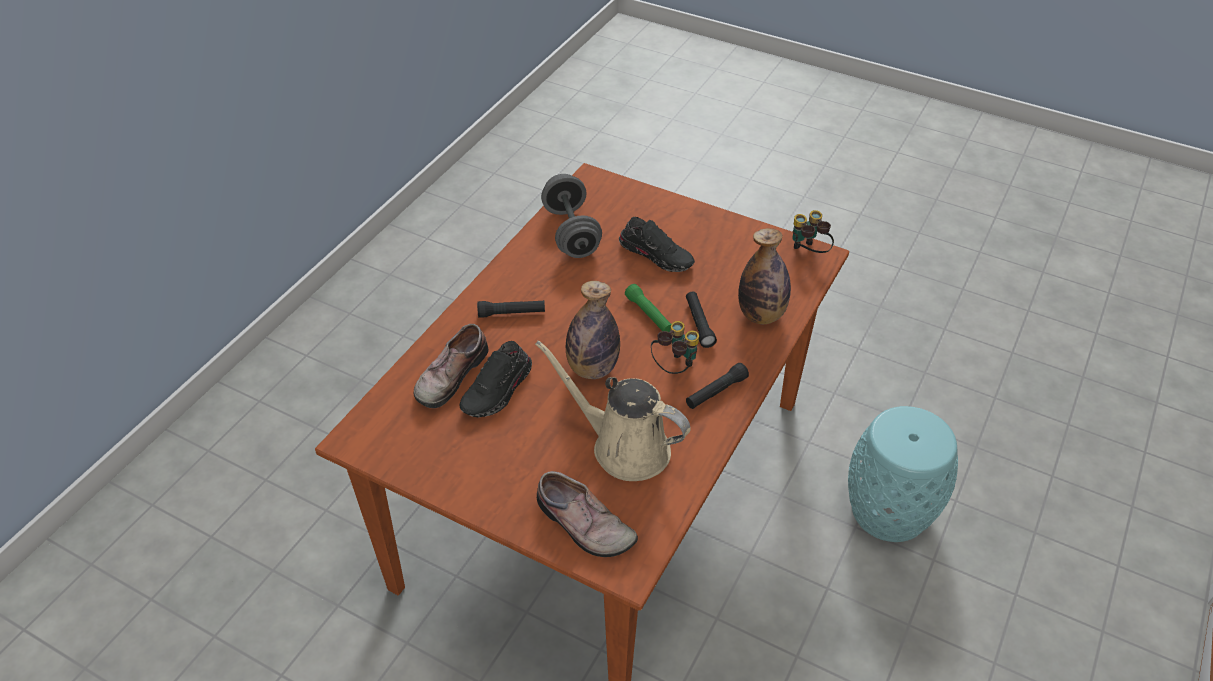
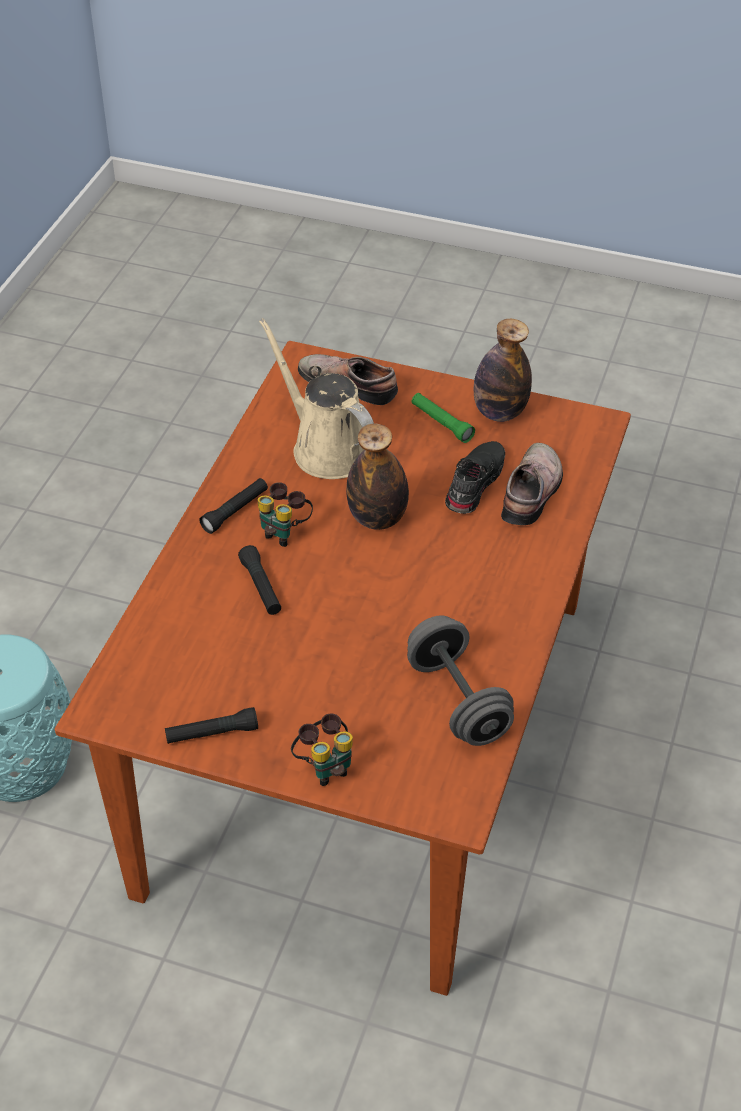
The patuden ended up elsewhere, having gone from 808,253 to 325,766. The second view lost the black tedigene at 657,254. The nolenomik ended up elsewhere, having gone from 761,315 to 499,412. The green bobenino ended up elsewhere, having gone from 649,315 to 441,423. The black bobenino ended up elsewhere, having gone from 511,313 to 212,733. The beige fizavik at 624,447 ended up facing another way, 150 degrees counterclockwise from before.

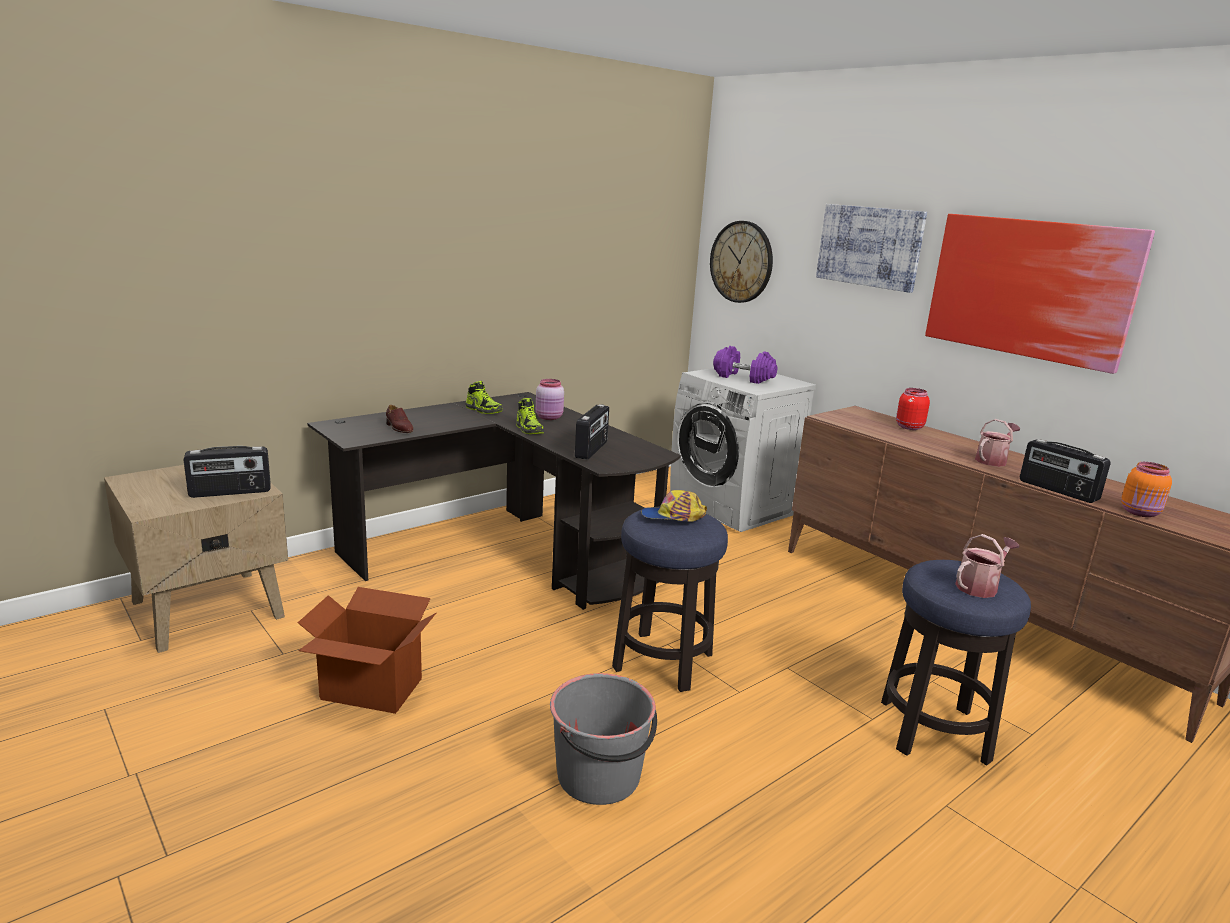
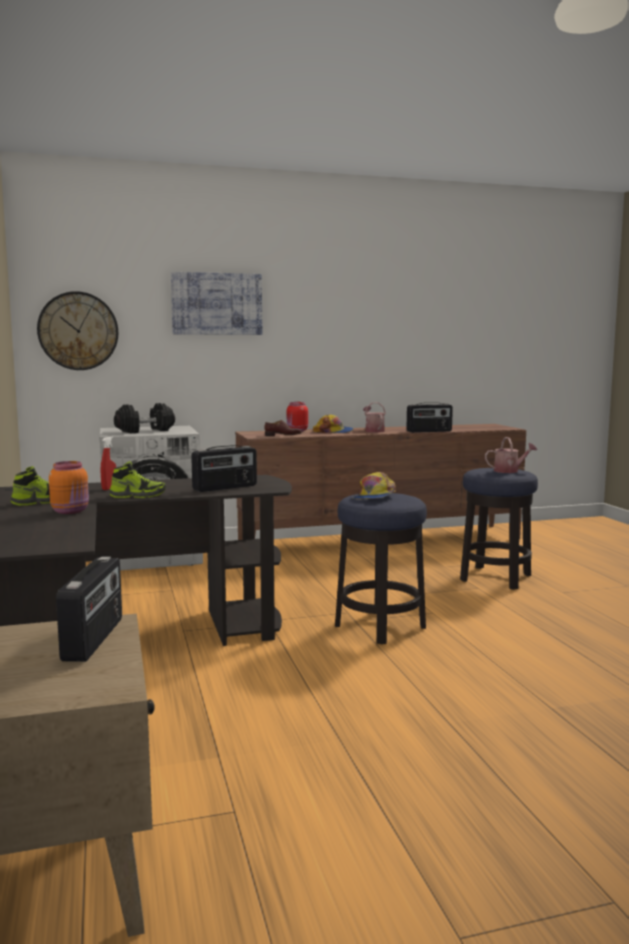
The second view lost the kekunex at 1029,288. What was the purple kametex at 743,378 turned into the black kametex at 145,431. Where the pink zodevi stood at 549,417, the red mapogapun came to stand at 109,488. The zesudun at 592,450 ended up facing another way, 105 degrees clockwise from before. The brown tedigene ended up elsewhere, having gone from 399,428 to 283,435. The orange zodevi ended up elsewhere, having gone from 1141,513 to 71,511. The fizavik at 979,586 ended up facing another way, 90 degrees clockwise from before. The second view lost the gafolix at 371,690. The second view lost the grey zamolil at 600,777. The second view gained the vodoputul at 334,431.

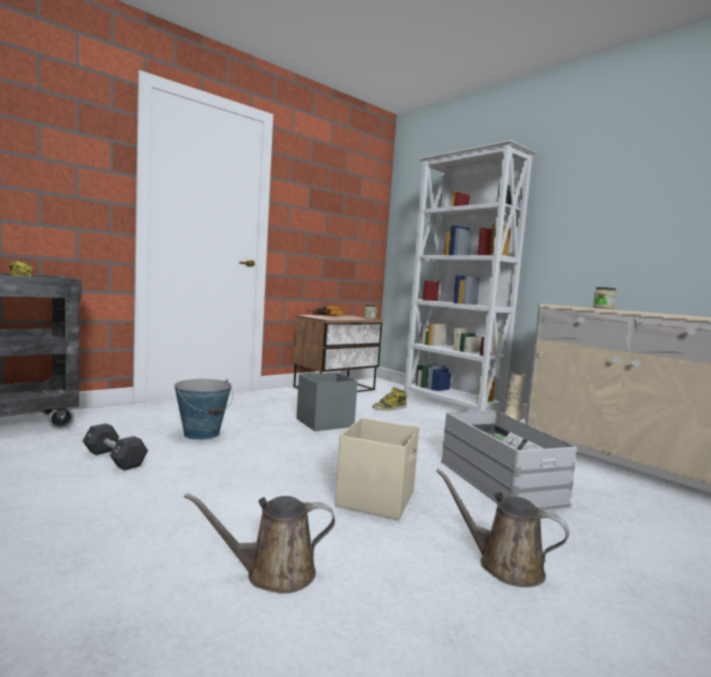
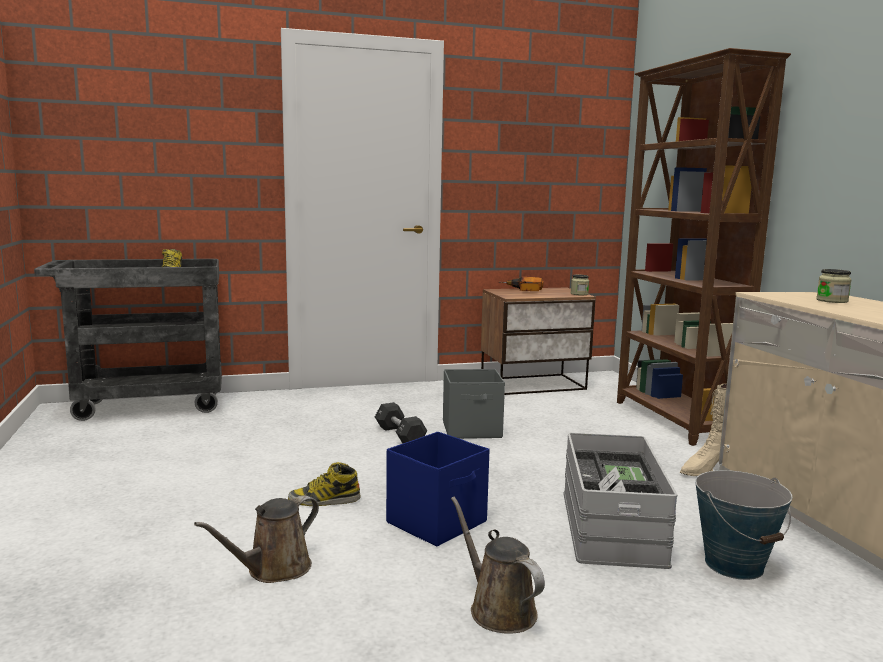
What was the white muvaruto at 451,406 turned into the brown muvaruto at 674,420. The zamolil ended up elsewhere, having gone from 202,434 to 734,564. The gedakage ended up elsewhere, having gone from 389,408 to 324,500. What was the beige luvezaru at 376,499 turned into the blue luvezaru at 438,522. The black kametex ended up elsewhere, having gone from 114,458 to 400,435. The brown fizavik at 273,573 ended up facing another way, 60 degrees counterclockwise from before.

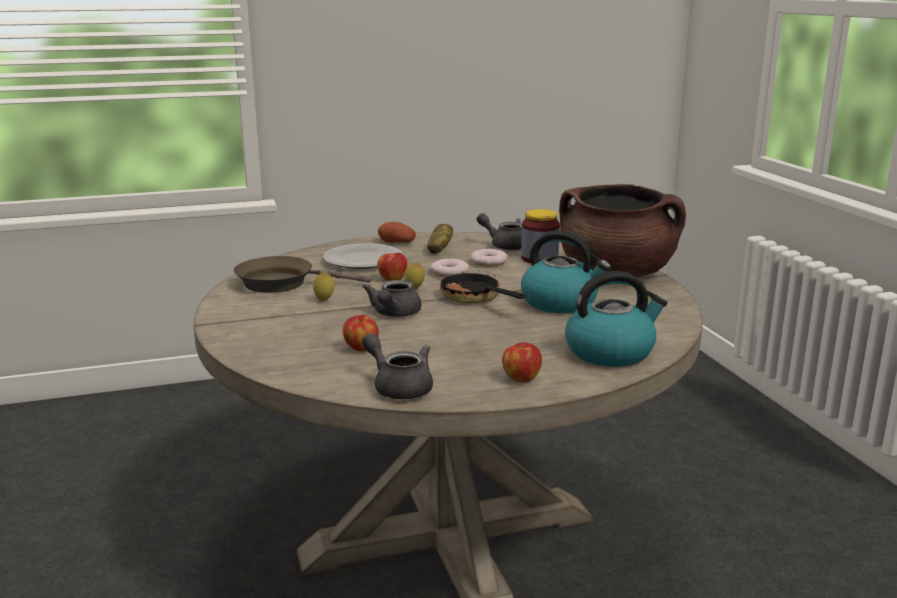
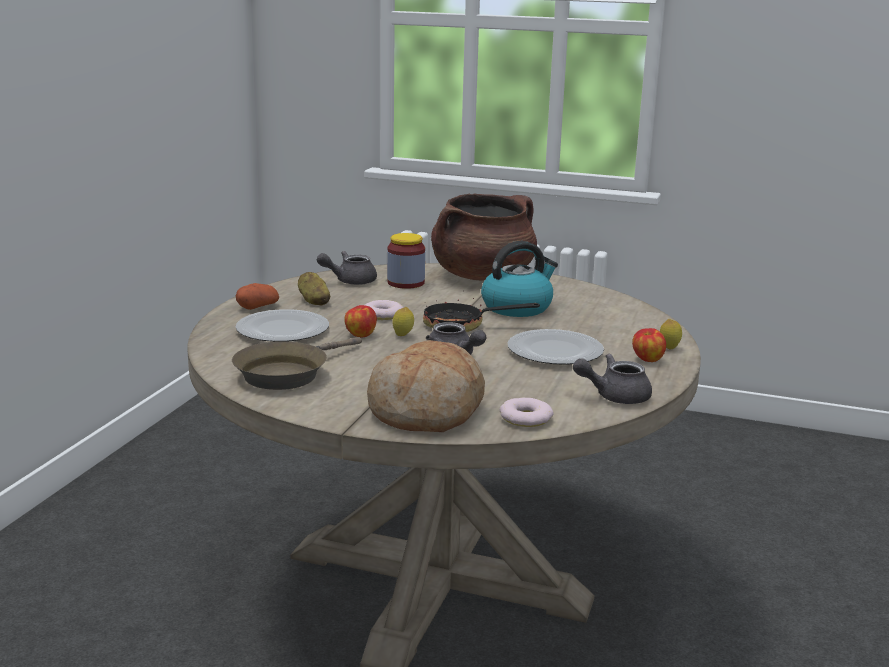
The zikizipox ended up elsewhere, having gone from 488,262 to 525,418. The second view lost the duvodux at 611,352. The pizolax ended up elsewhere, having gone from 324,300 to 669,348. The second view lost the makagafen at 361,349. The second view gained the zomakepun at 555,351. The second view gained the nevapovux at 427,411.

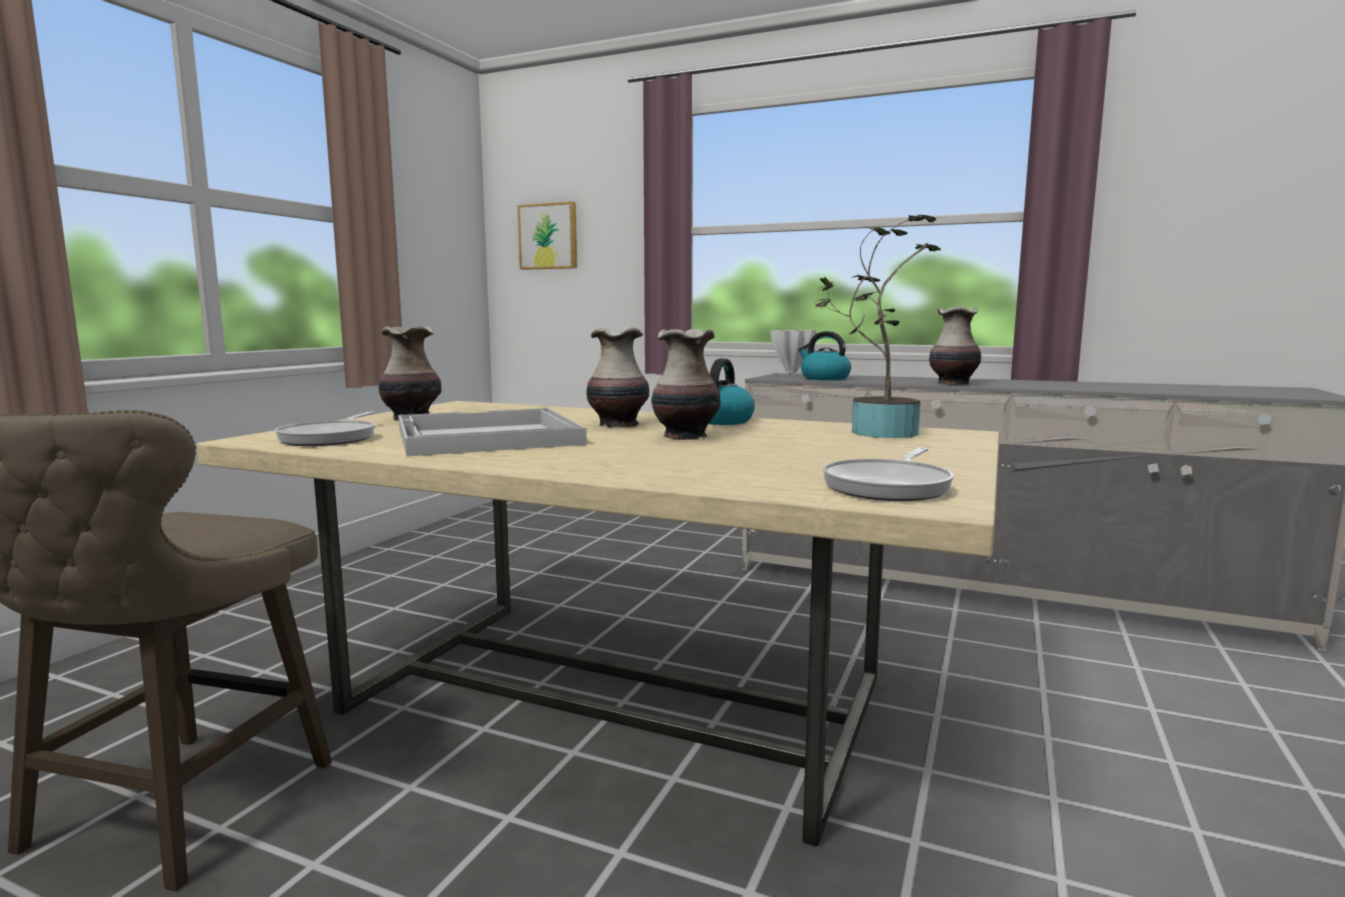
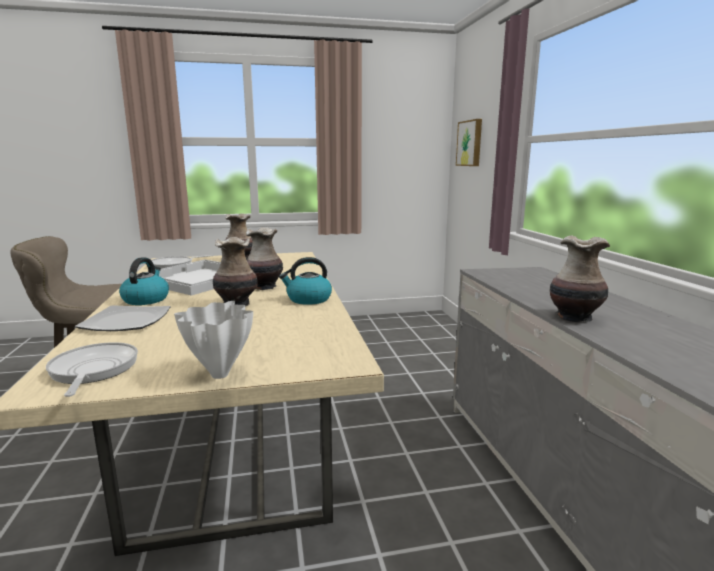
The second view lost the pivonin at 875,432. The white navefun ended up elsewhere, having gone from 792,373 to 219,375. The duvodux ended up elsewhere, having gone from 824,378 to 146,299. The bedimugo at 889,486 ended up facing another way, 75 degrees clockwise from before. The second view gained the zomakepun at 126,321.

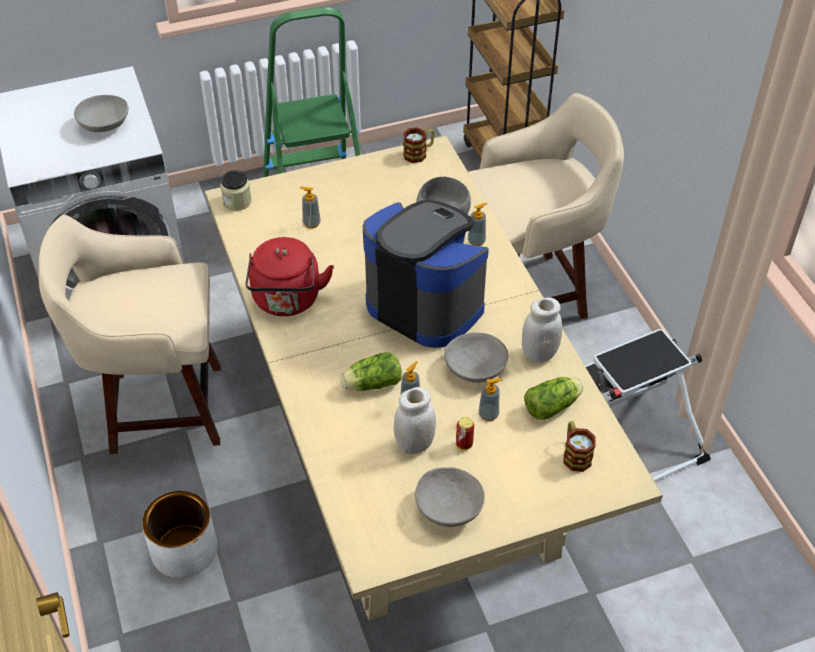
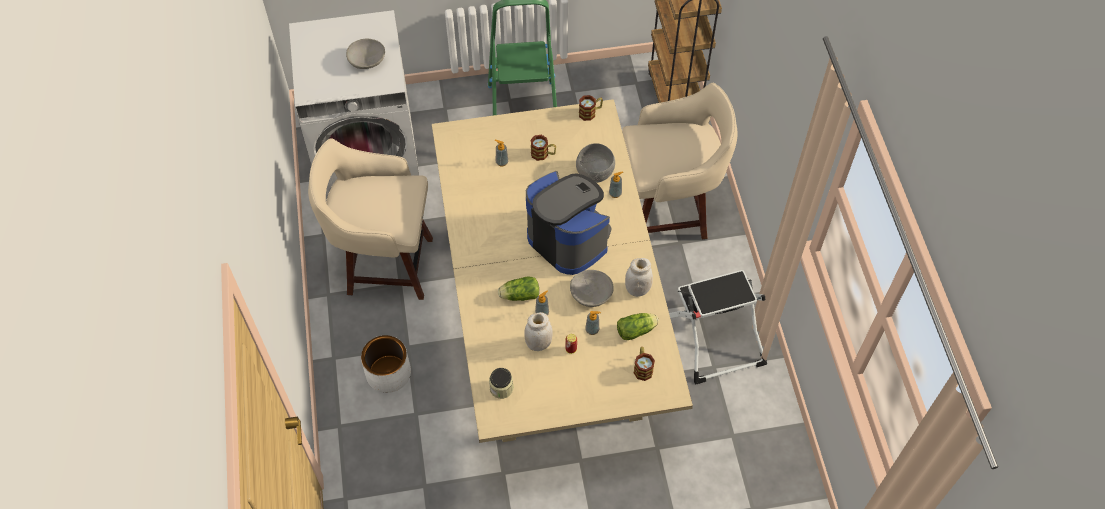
The zodevi ended up elsewhere, having gone from 237,201 to 501,388. The second view lost the red duvodux at 287,301. The second view lost the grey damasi at 448,509. The second view gained the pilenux at 543,154.

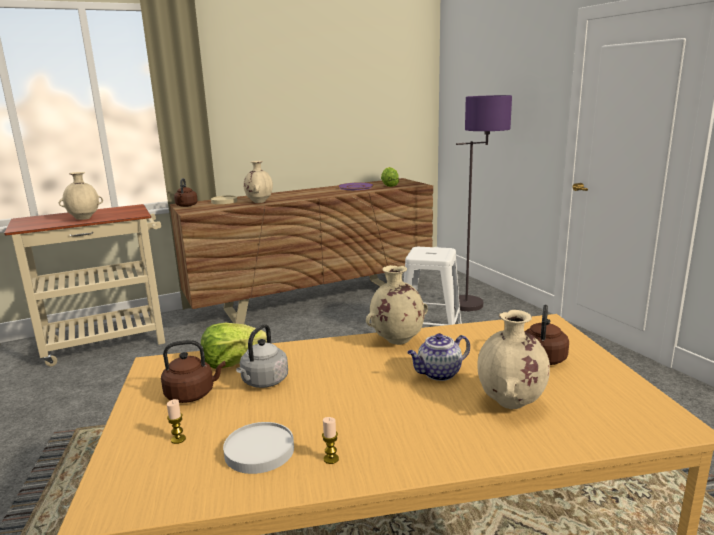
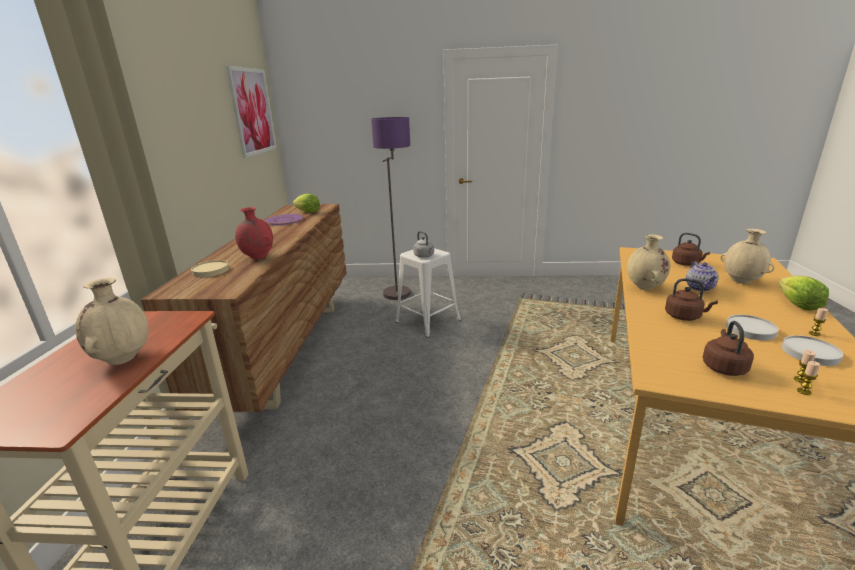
What was the beige navefun at 259,202 turned into the red navefun at 258,257. The brown duvodux ended up elsewhere, having gone from 186,206 to 684,316. The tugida ended up elsewhere, having gone from 232,362 to 797,305. The grey duvodux ended up elsewhere, having gone from 263,382 to 424,256. The second view gained the kekunex at 253,111. The second view gained the white zomakepun at 750,330. The second view gained the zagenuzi at 804,391.

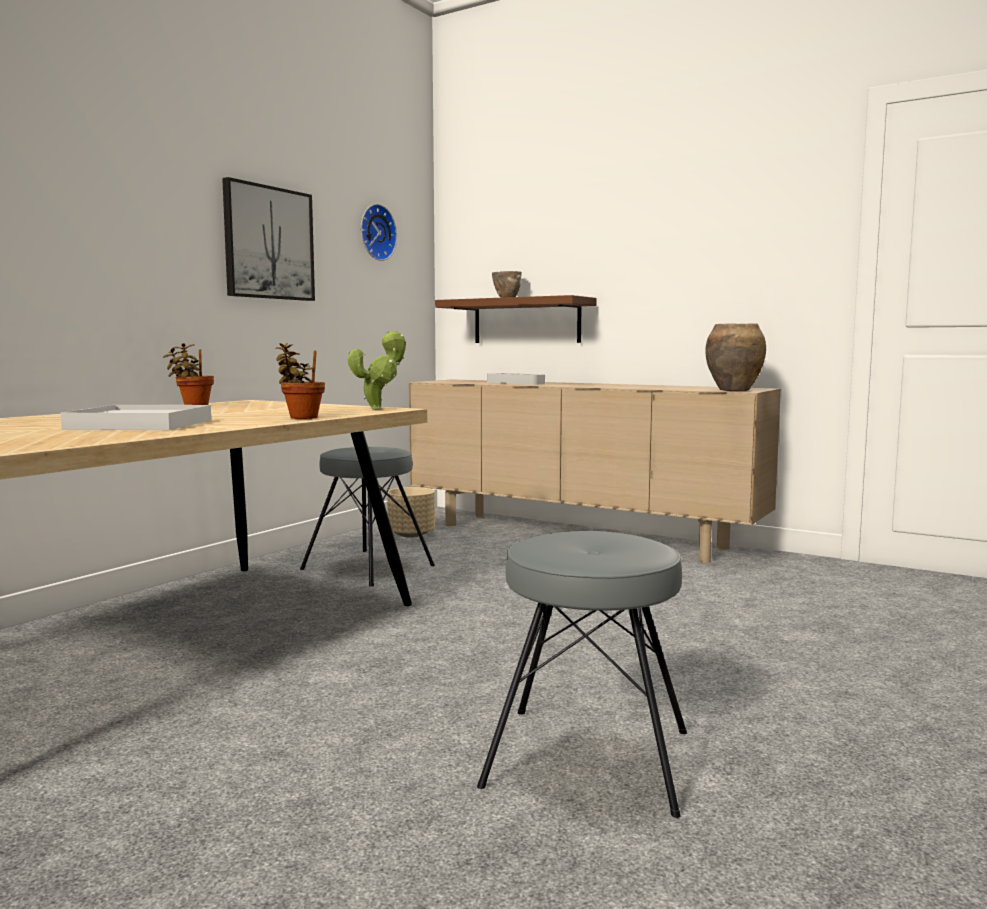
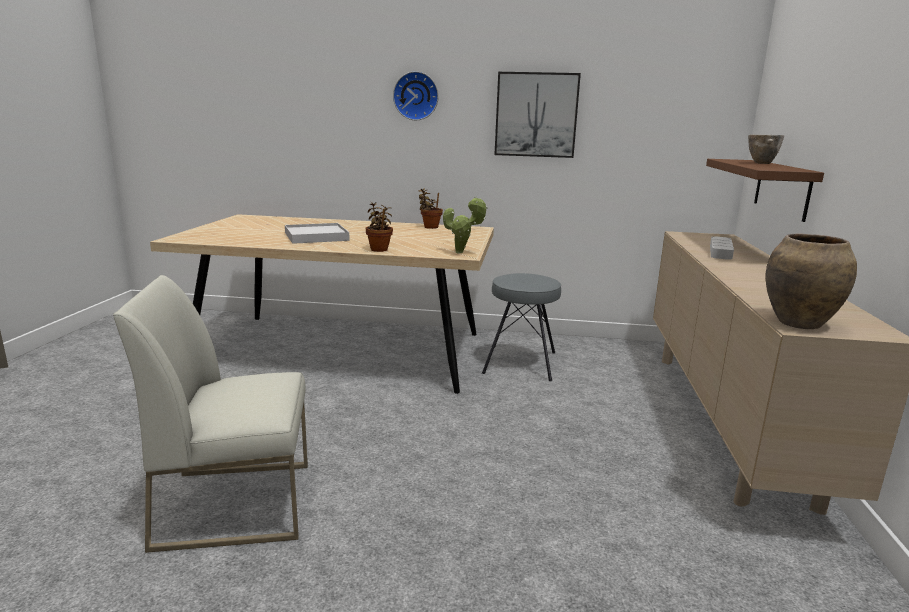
The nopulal ended up elsewhere, having gone from 375,232 to 416,96. The second view lost the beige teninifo at 411,535. Where the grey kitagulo stood at 589,759, the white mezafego came to stand at 237,503.

